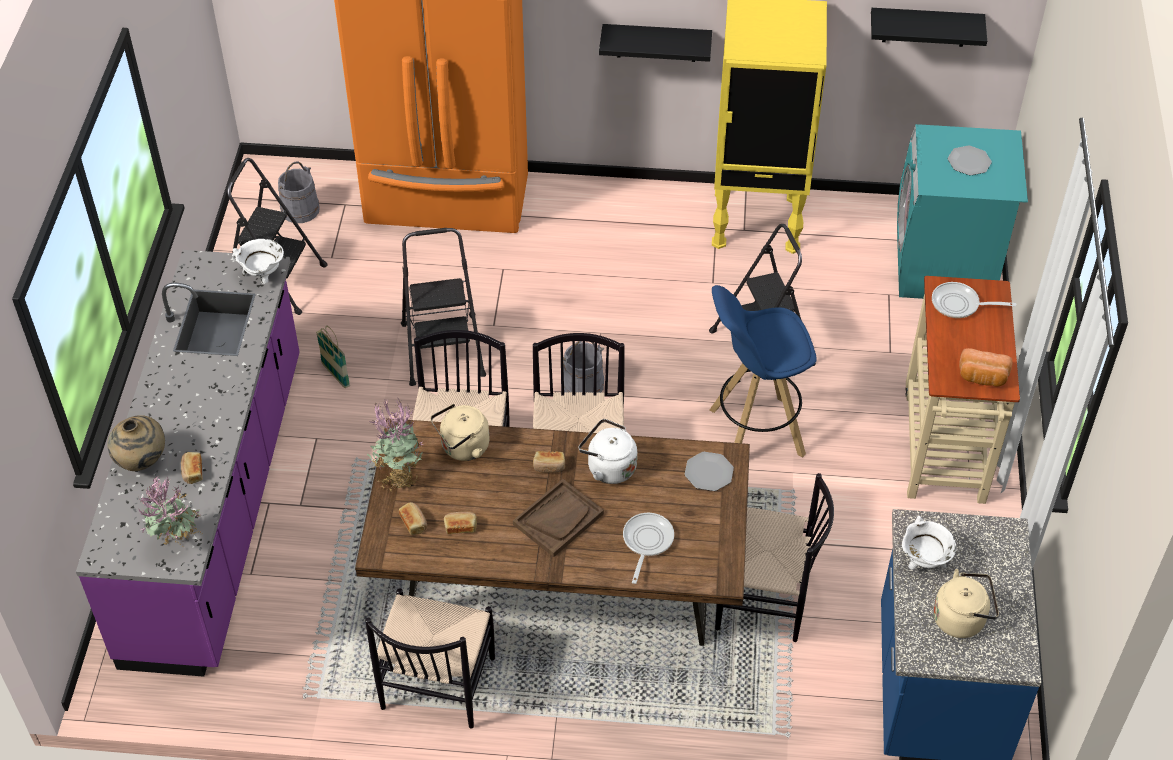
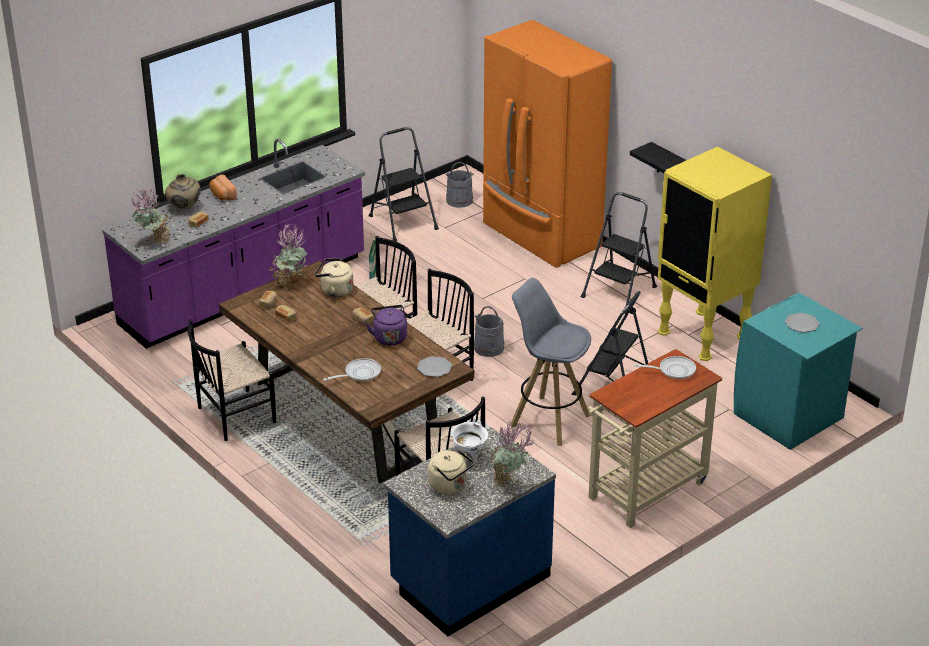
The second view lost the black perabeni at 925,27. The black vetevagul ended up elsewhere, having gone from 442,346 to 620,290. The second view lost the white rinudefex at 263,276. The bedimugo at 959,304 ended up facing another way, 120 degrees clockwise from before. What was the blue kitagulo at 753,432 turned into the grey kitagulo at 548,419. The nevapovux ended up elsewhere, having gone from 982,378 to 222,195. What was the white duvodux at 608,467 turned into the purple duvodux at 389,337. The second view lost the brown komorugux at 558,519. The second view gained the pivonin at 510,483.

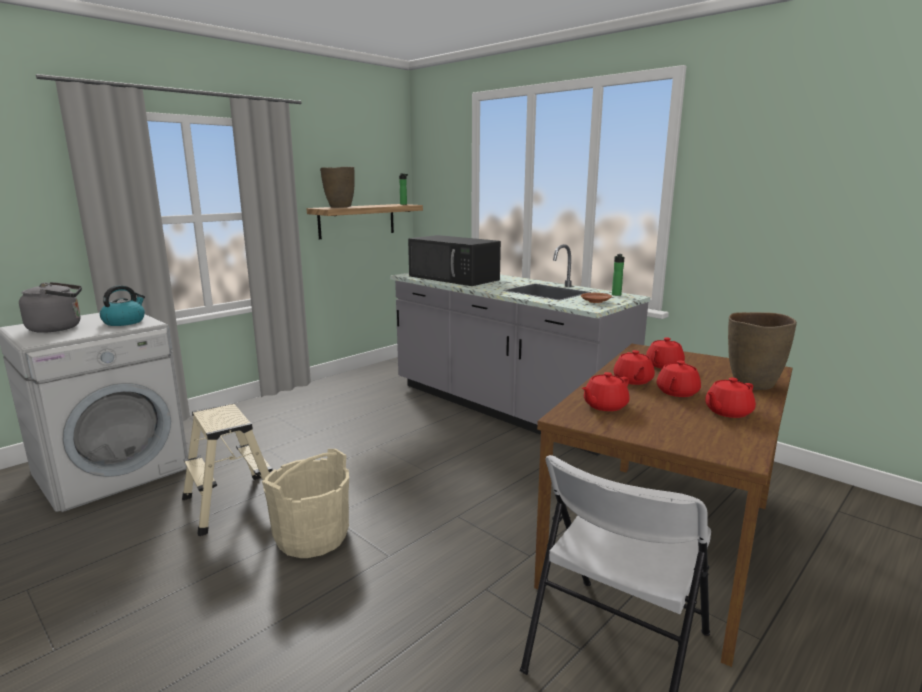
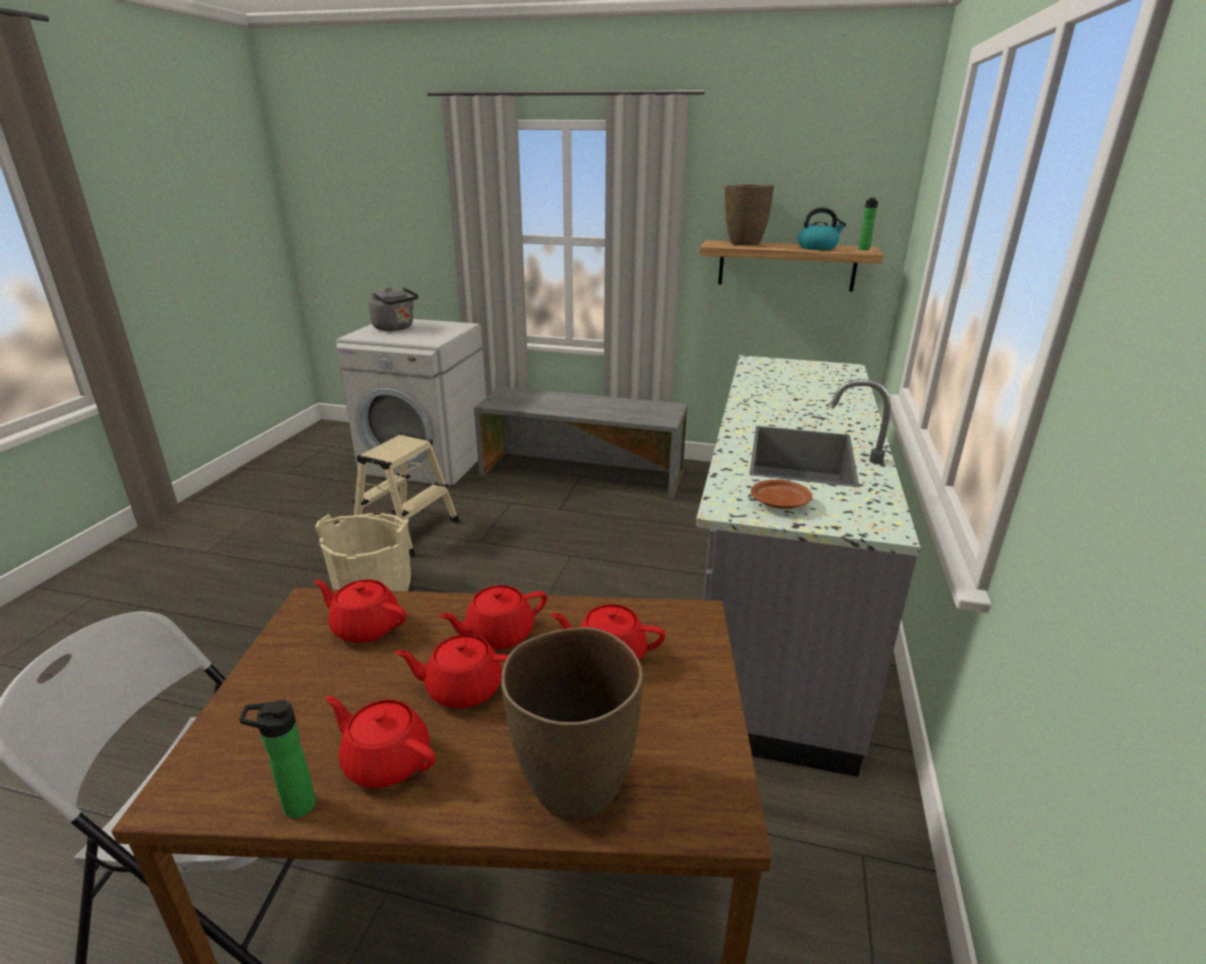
The second view lost the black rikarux at 455,278. The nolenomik ended up elsewhere, having gone from 616,295 to 294,806. The duvodux ended up elsewhere, having gone from 124,322 to 817,248. The second view gained the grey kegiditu at 584,472.

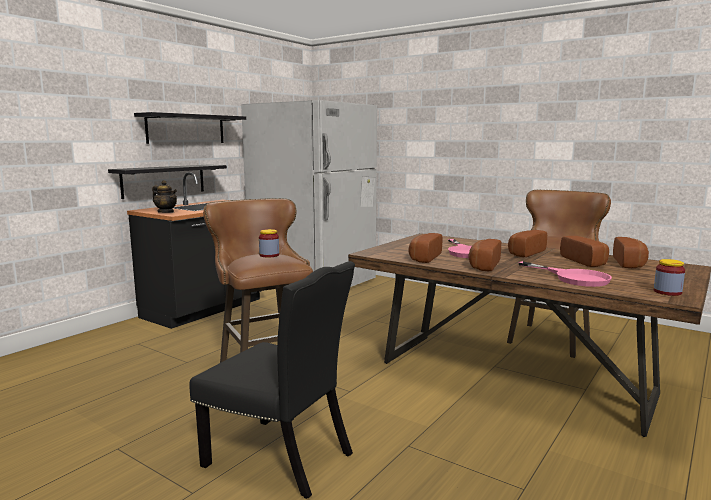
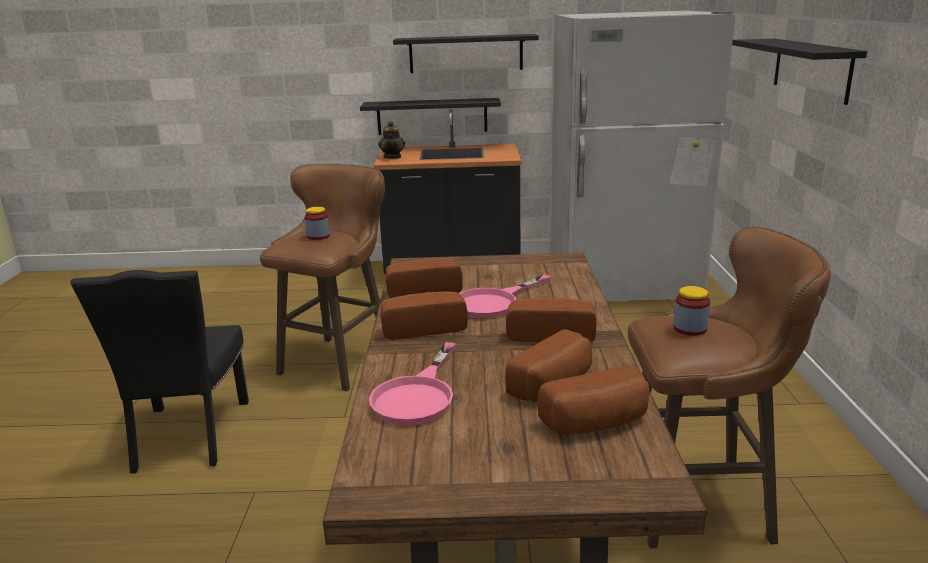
The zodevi ended up elsewhere, having gone from 667,292 to 690,329. The second view gained the black perabeni at 811,69.

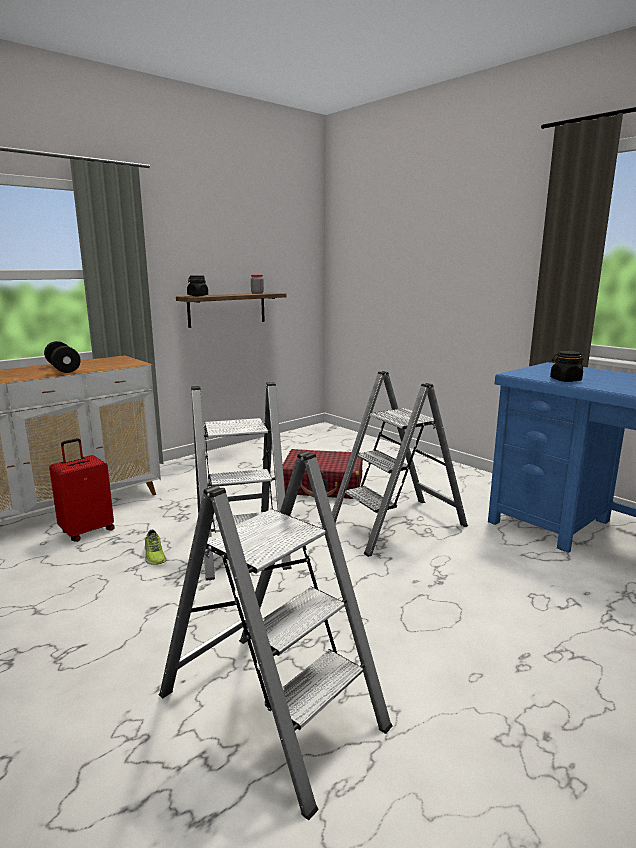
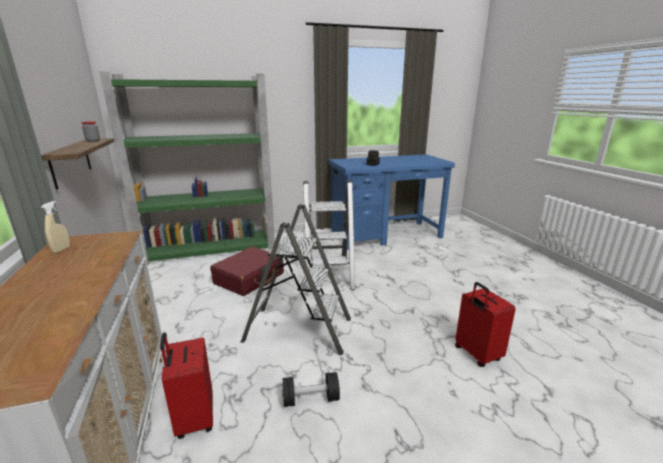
The second view lost the black zodevi at 197,296. The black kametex ended up elsewhere, having gone from 63,368 to 311,399. Where the grey vetevagul stood at 269,708, the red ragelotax came to stand at 476,354. The second view lost the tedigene at 154,555. The second view gained the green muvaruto at 211,248. The second view gained the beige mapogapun at 61,249.

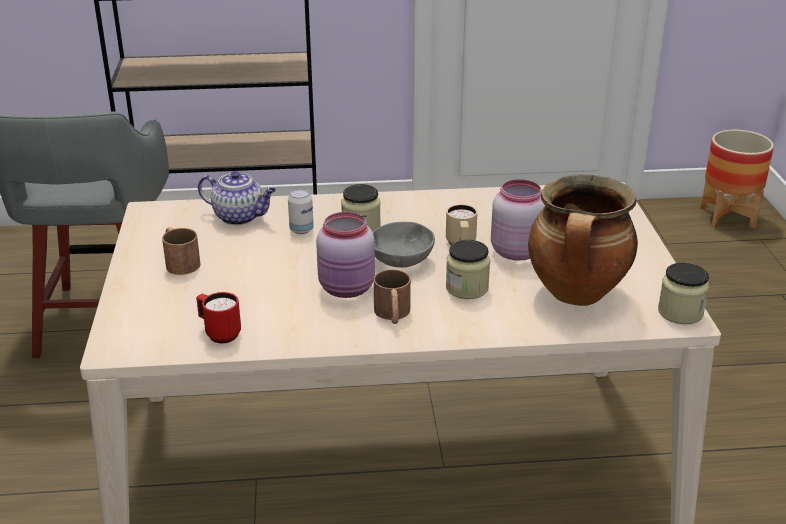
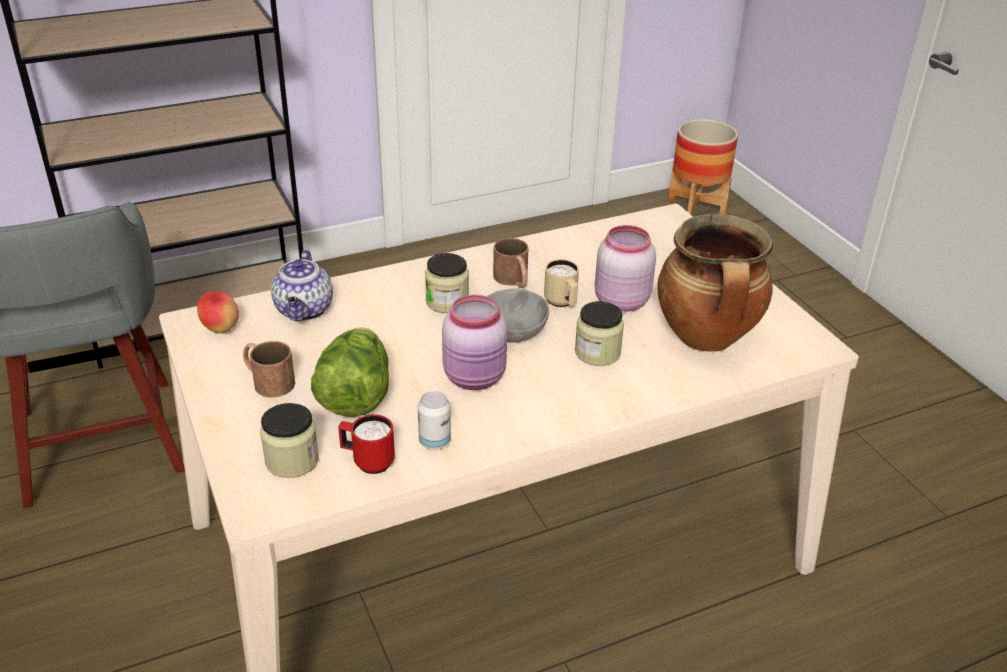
The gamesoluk at 240,217 ended up facing another way, 90 degrees clockwise from before. The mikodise ended up elsewhere, having gone from 301,230 to 434,442. The zodevi ended up elsewhere, having gone from 680,312 to 292,460. The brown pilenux ended up elsewhere, having gone from 392,315 to 514,280. The second view gained the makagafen at 221,329. The second view gained the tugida at 355,396.

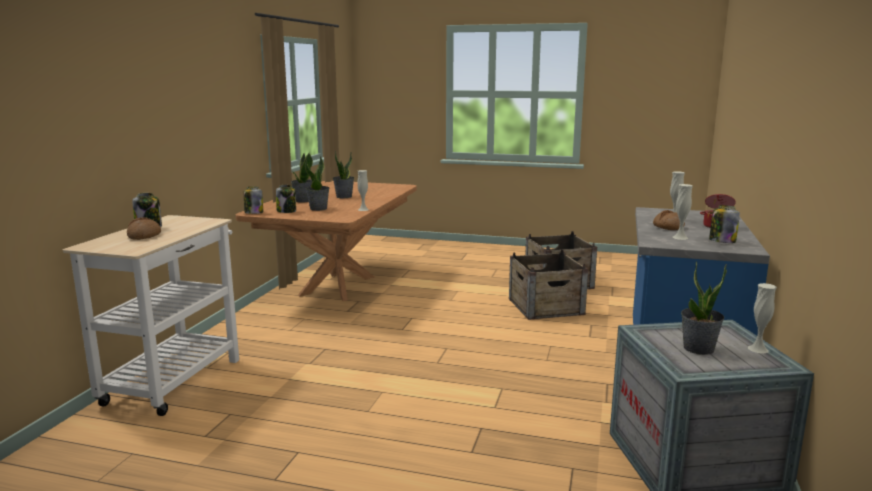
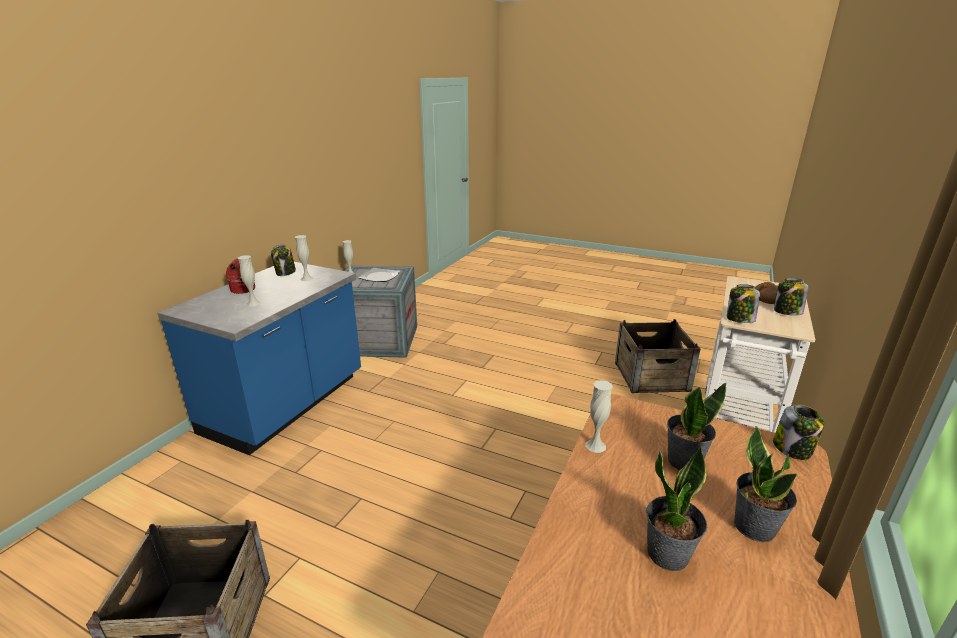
The zodevi ended up elsewhere, having gone from 286,211 to 739,319. The second view lost the nevapovux at 668,227. The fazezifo ended up elsewhere, having gone from 545,306 to 651,376. Where the pivonin stood at 698,348, the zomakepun came to stand at 379,277.

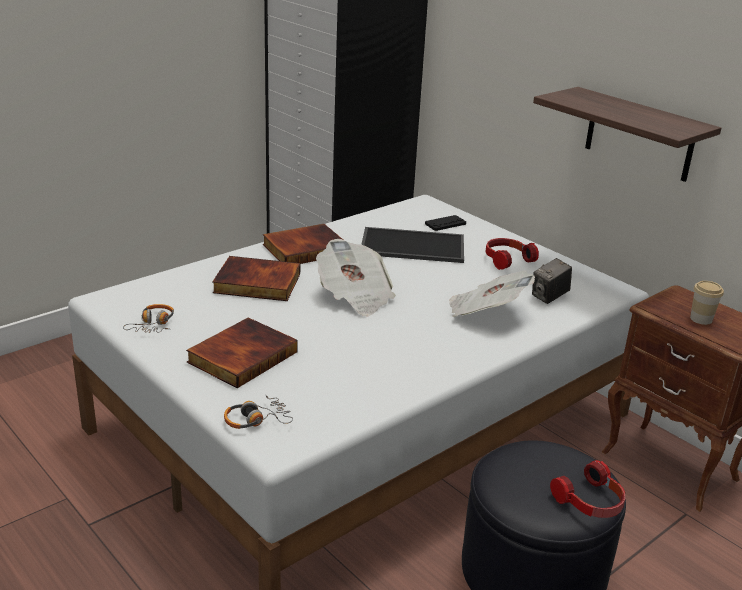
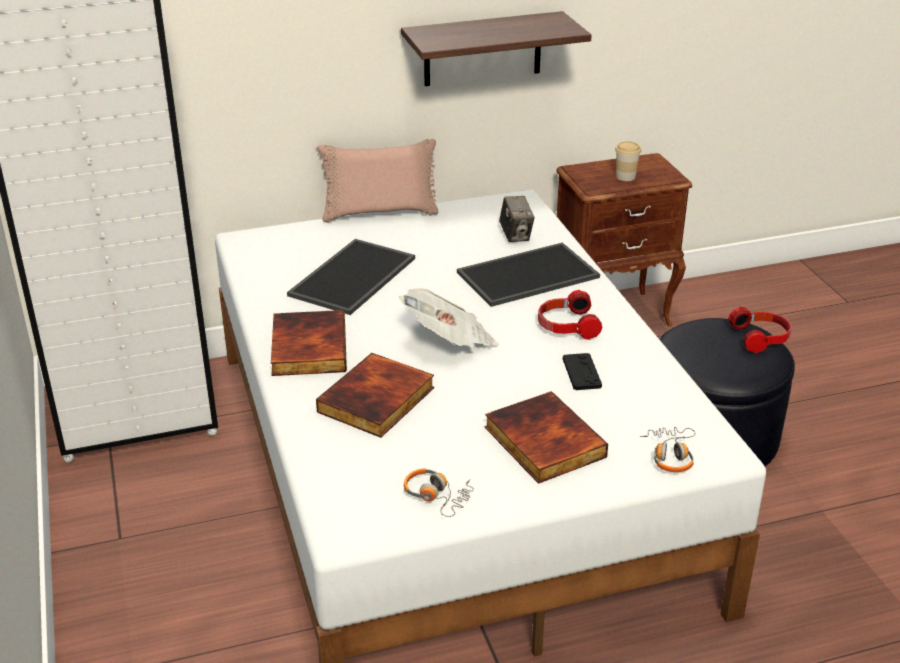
The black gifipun ended up elsewhere, having gone from 445,224 to 581,373. The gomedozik ended up elsewhere, having gone from 506,260 to 566,326. Where the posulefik stood at 485,313, the komorugux came to stand at 527,276. The second view gained the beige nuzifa at 380,213.

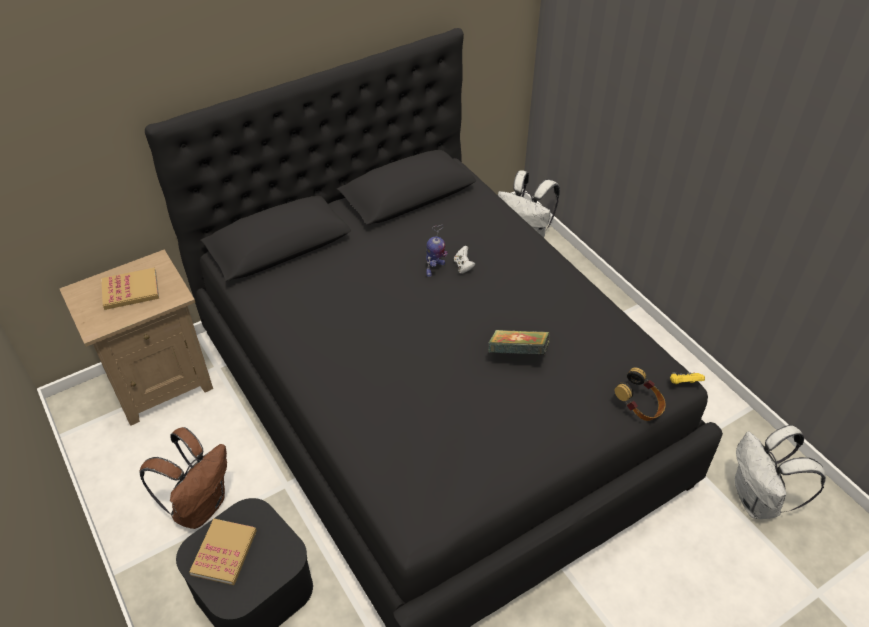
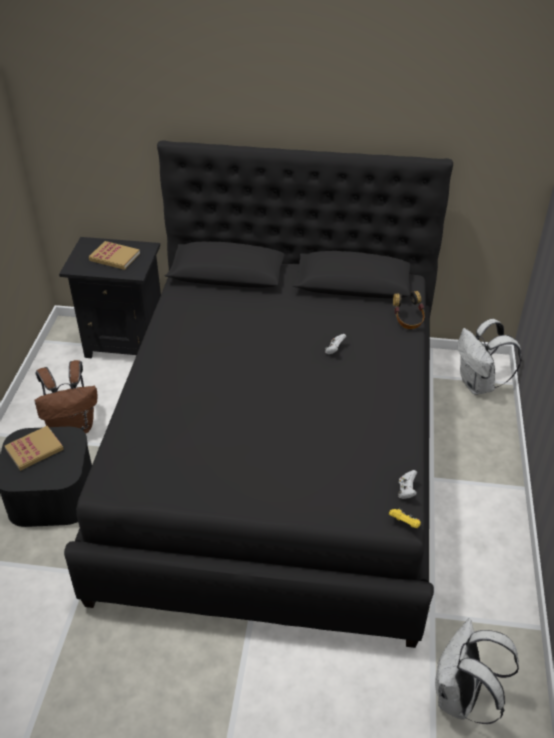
The second view lost the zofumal at 434,268. What was the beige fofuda at 162,384 turned into the black fofuda at 125,344. The second view lost the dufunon at 517,354. The gomedozik ended up elsewhere, having gone from 639,407 to 408,320. The second view gained the white gifipun at 406,491.

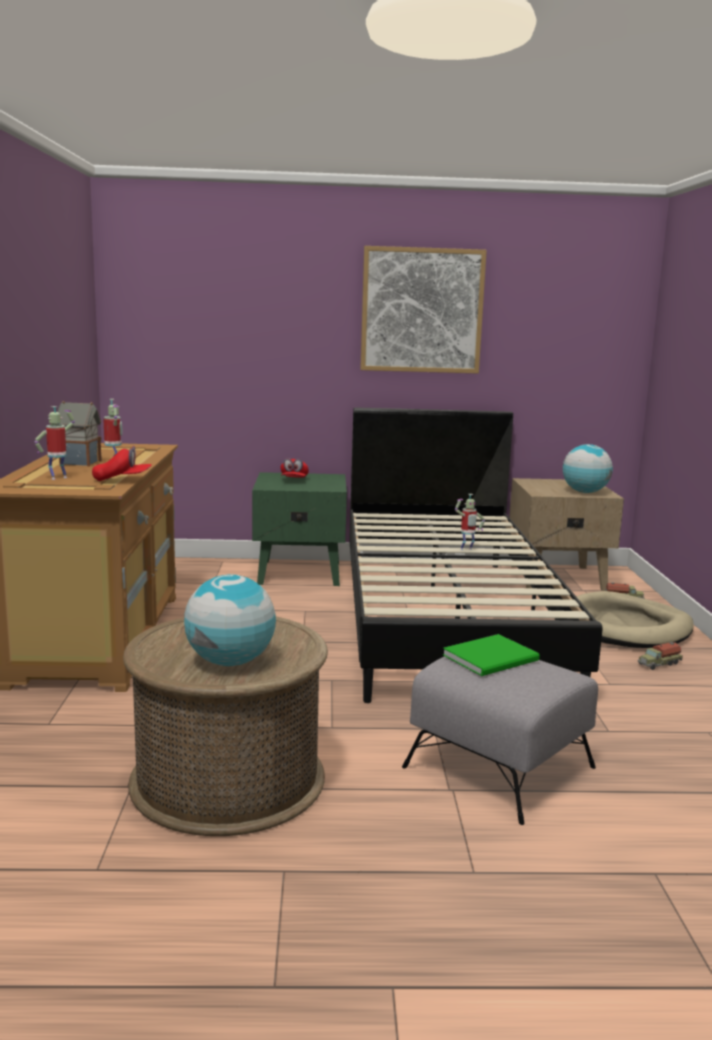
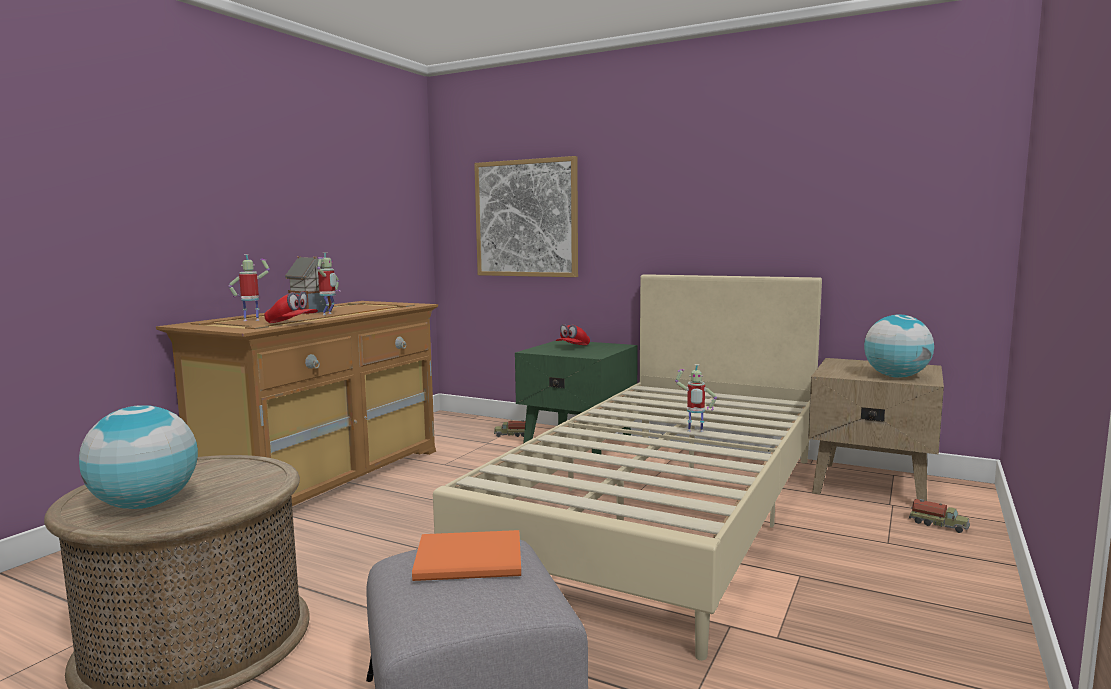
The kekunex ended up elsewhere, having gone from 422,310 to 526,218. What was the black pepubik at 445,618 turned into the beige pepubik at 665,510. The second view lost the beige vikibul at 625,627. What was the green dufunon at 494,658 turned into the orange dufunon at 472,560. The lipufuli ended up elsewhere, having gone from 658,664 to 511,435.

